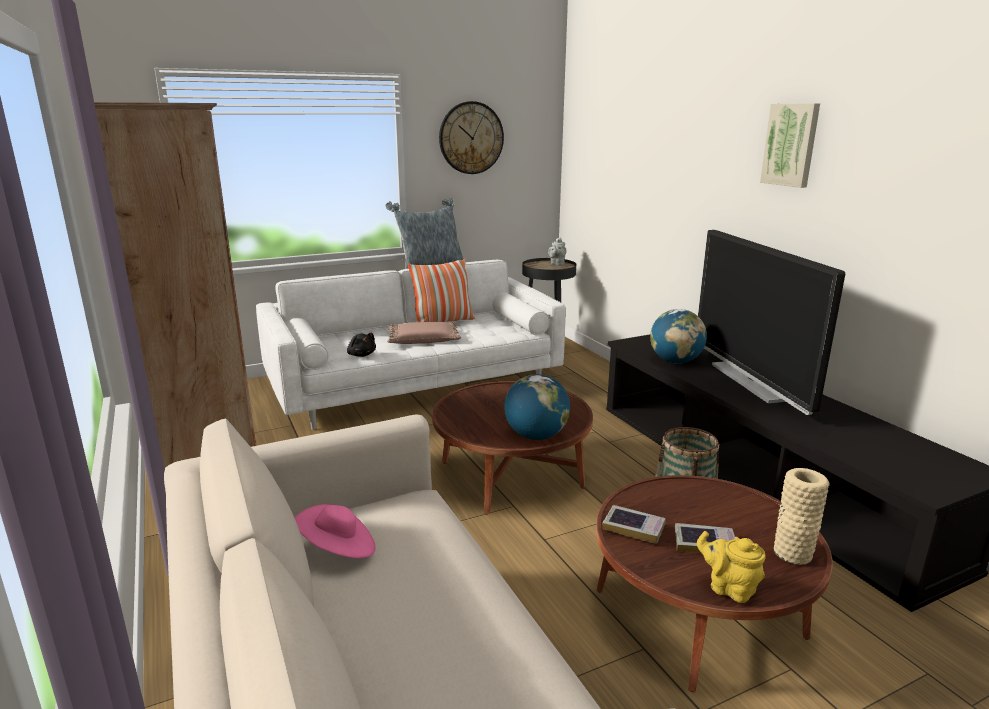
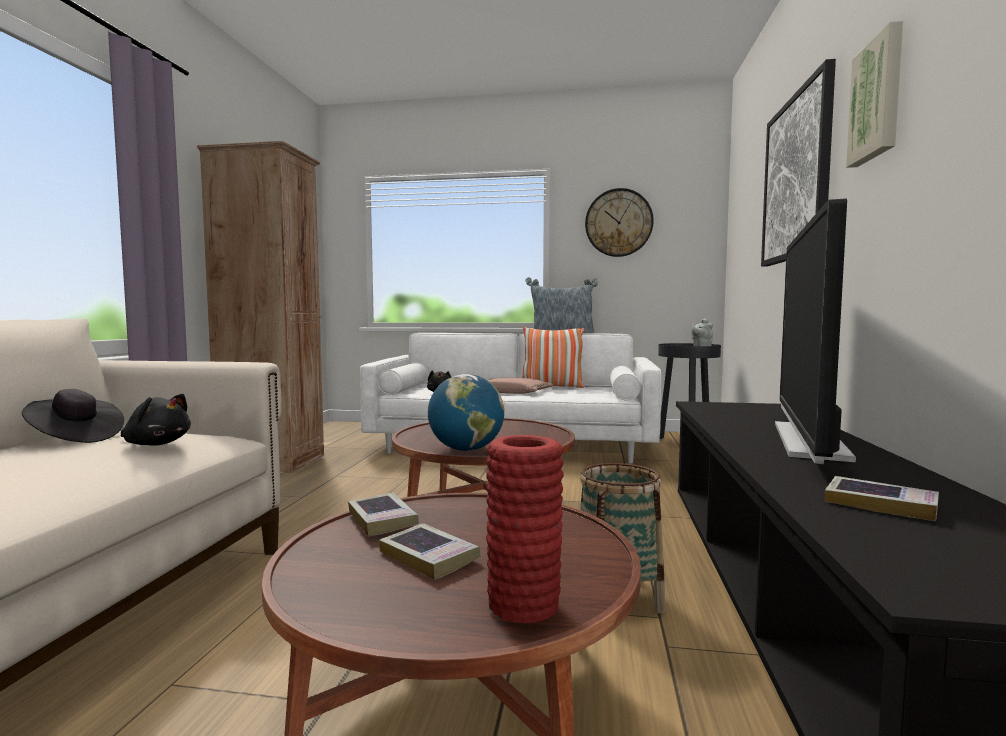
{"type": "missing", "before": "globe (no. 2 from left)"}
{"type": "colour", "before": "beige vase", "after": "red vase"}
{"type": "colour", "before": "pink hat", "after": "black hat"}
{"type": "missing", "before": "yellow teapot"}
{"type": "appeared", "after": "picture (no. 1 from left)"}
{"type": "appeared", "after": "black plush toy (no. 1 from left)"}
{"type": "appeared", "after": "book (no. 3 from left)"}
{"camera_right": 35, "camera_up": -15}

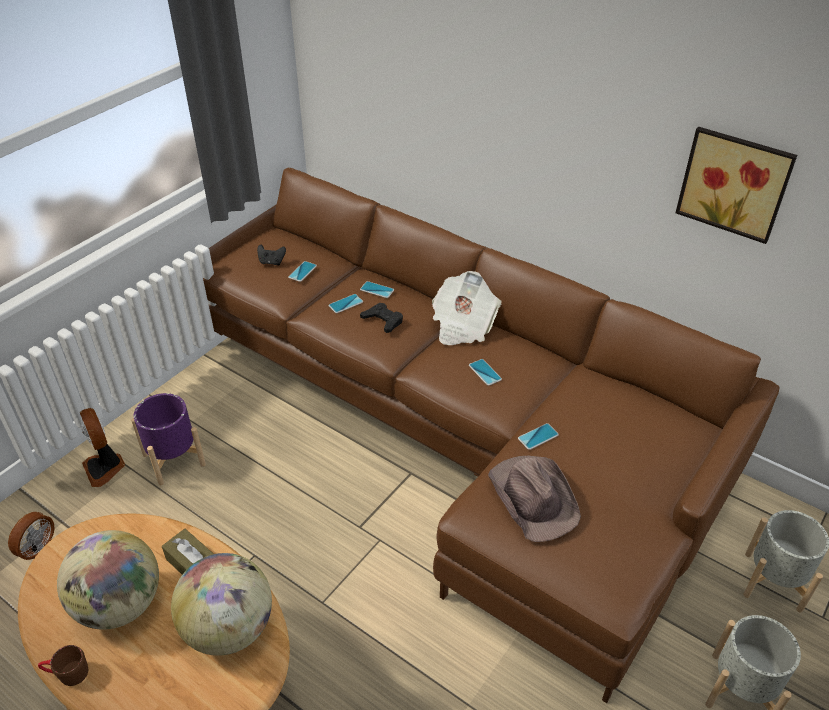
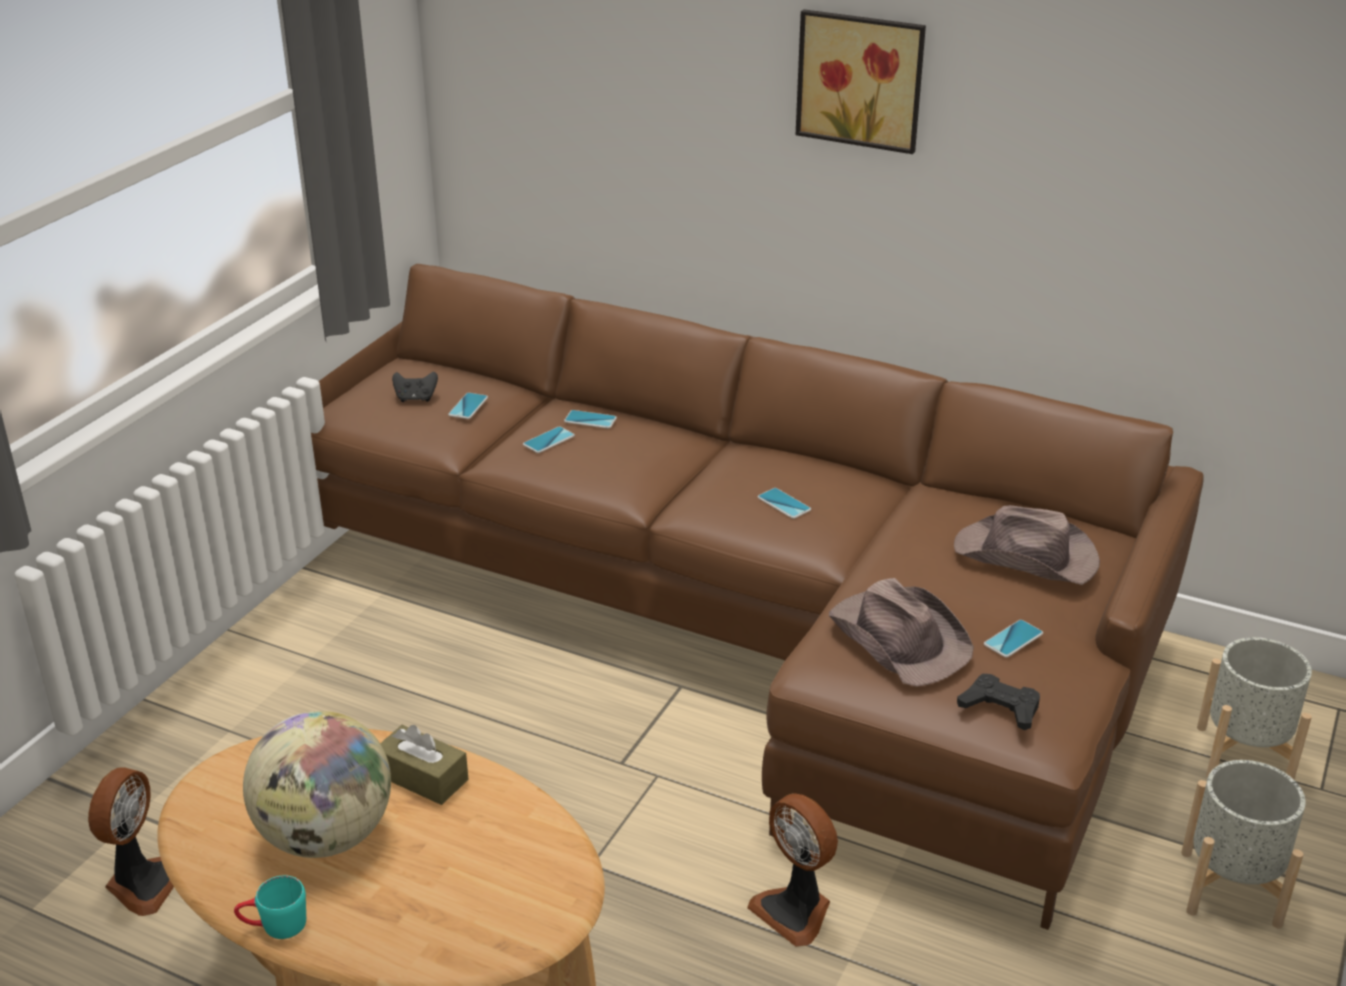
{"type": "relocated", "before": "picture"}
{"type": "missing", "before": "newspaper"}
{"type": "relocated", "before": "black game controller (no. 2 from left)"}
{"type": "missing", "before": "purple planter"}
{"type": "relocated", "before": "fan (no. 2 from left)"}
{"type": "relocated", "before": "phone (no. 5 from left)"}
{"type": "missing", "before": "globe (no. 2 from left)"}
{"type": "colour", "before": "brown mug", "after": "turquoise mug"}
{"type": "appeared", "after": "brown hat (no. 2 from left)"}
{"camera_right": -10, "camera_up": -10}

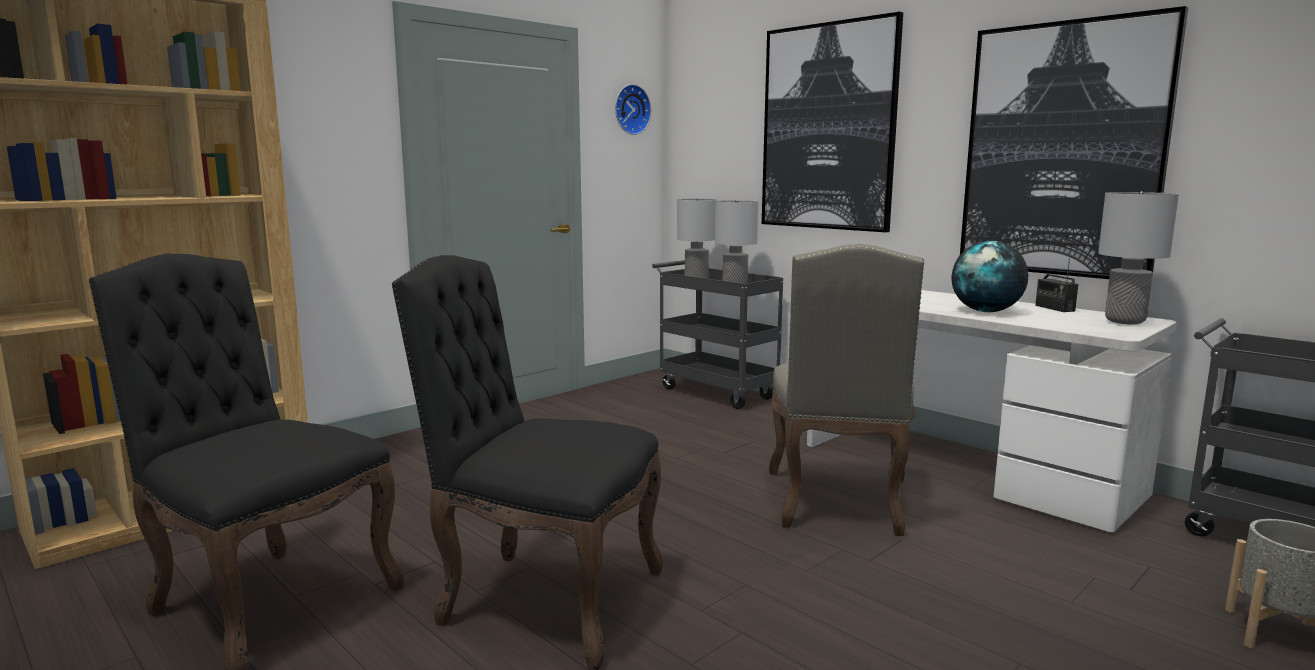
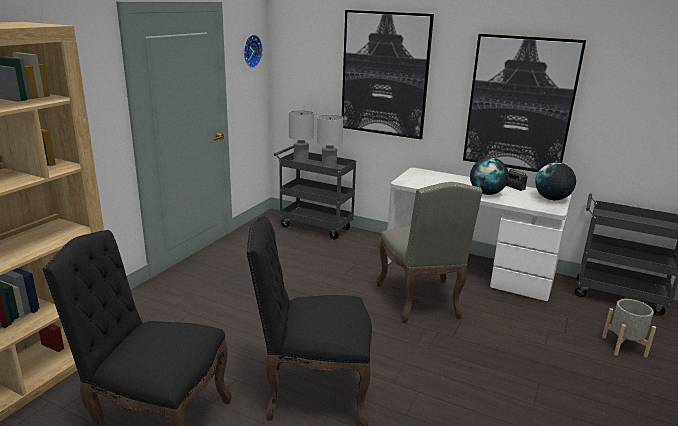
{"type": "exchanged", "before": "grey table lamp (no. 3 from left)", "after": "globe (no. 2 from left)"}
{"camera_right": -20, "camera_up": 10}

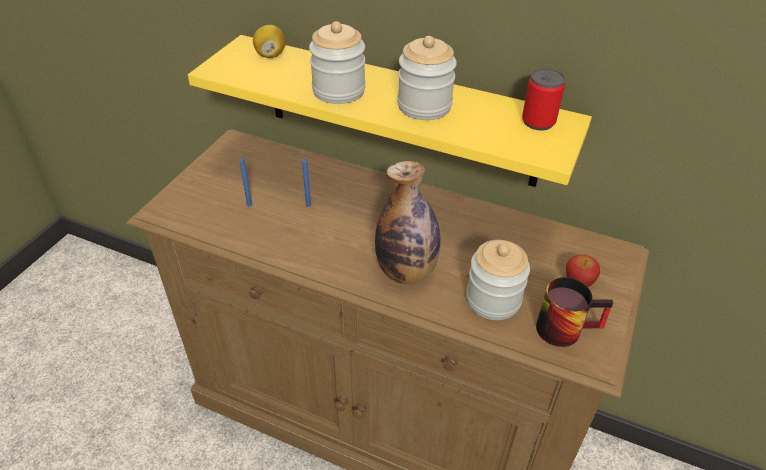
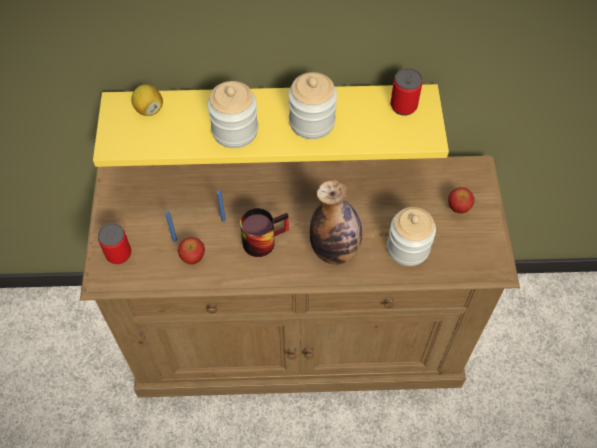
{"type": "relocated", "before": "mug"}
{"type": "appeared", "after": "can (no. 1 from left)"}
{"type": "appeared", "after": "apple (no. 1 from left)"}
{"camera_right": -25, "camera_up": 15}

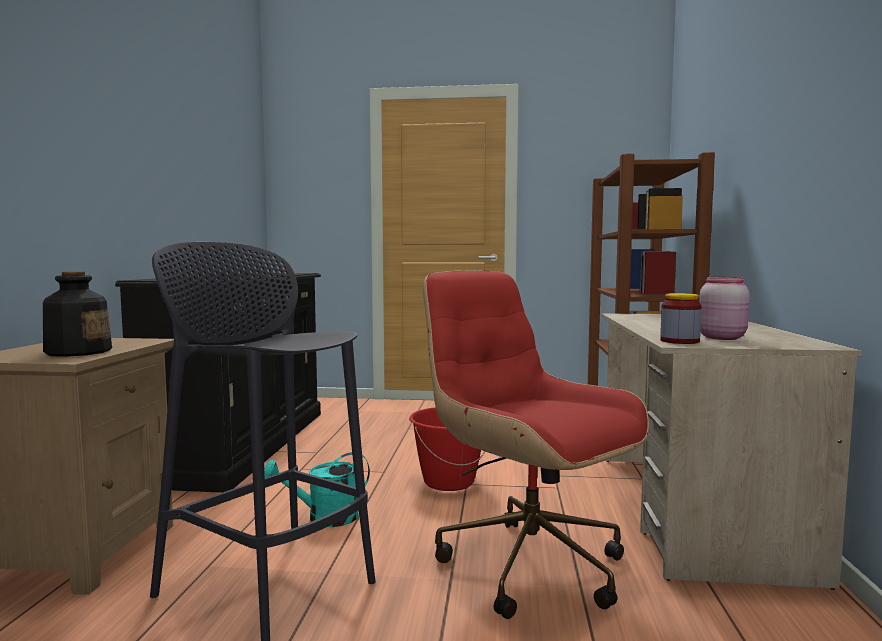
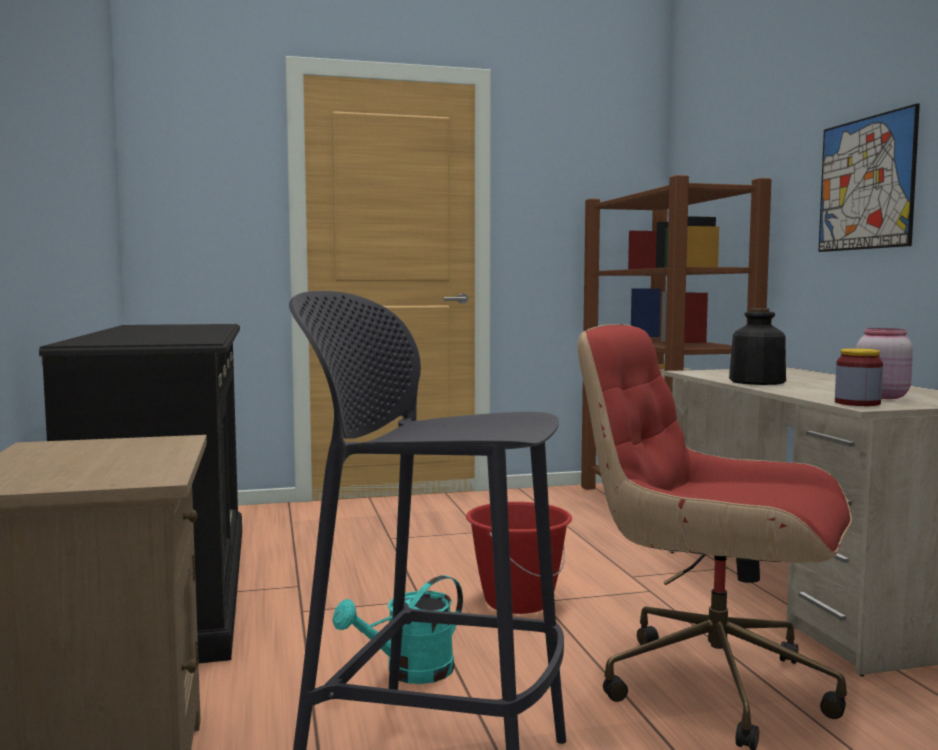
{"type": "relocated", "before": "bottle"}
{"type": "appeared", "after": "picture"}
{"camera_right": -20, "camera_up": 0}

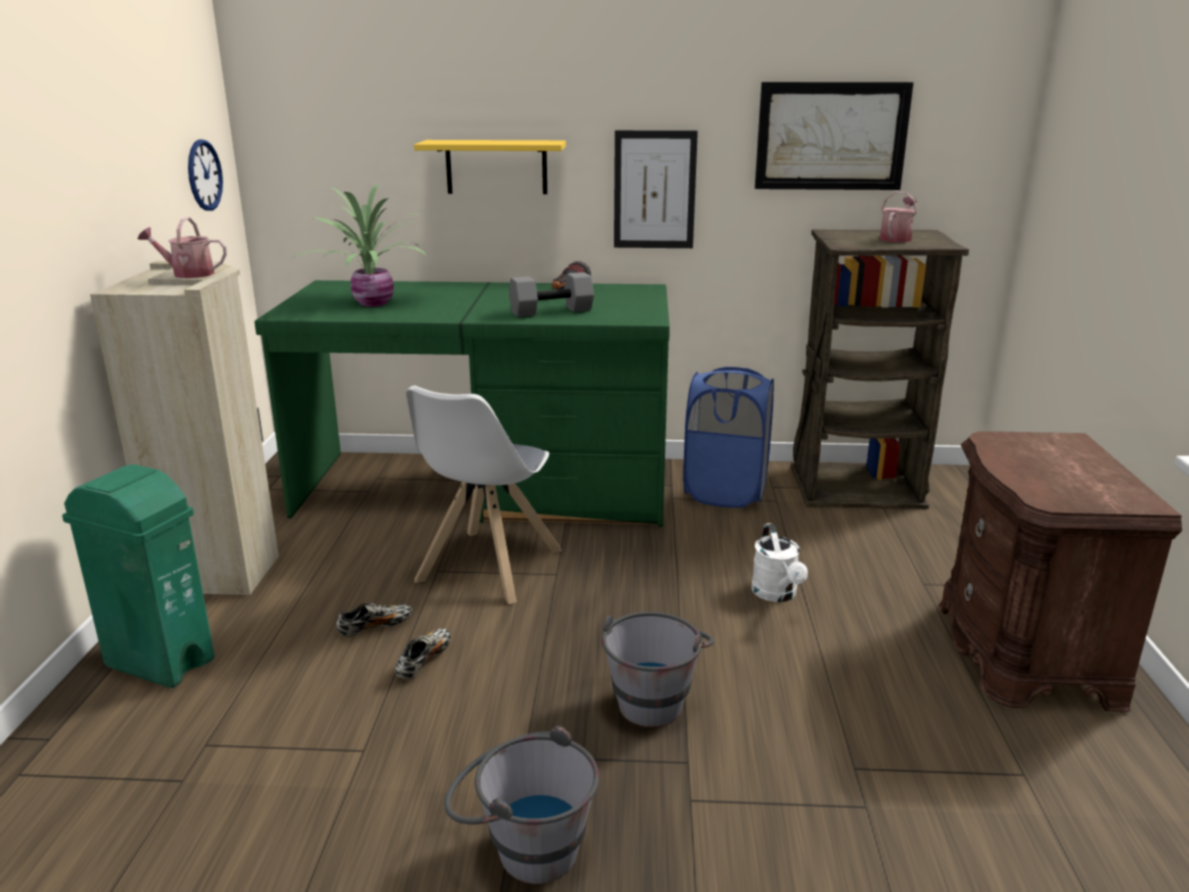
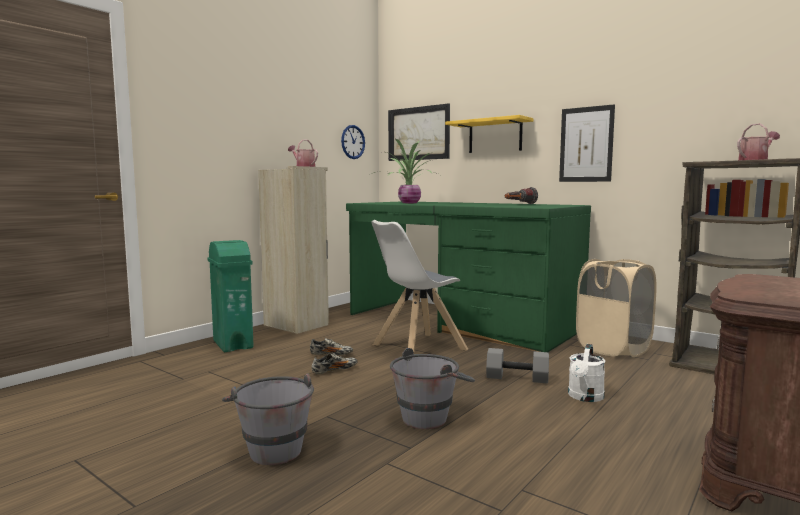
{"type": "relocated", "before": "picture (no. 2 from left in the first image)", "after": "picture (no. 1 from left)"}
{"type": "relocated", "before": "grey dumbbell"}
{"type": "colour", "before": "blue laundry basket", "after": "beige laundry basket"}
{"camera_right": 35, "camera_up": -15}

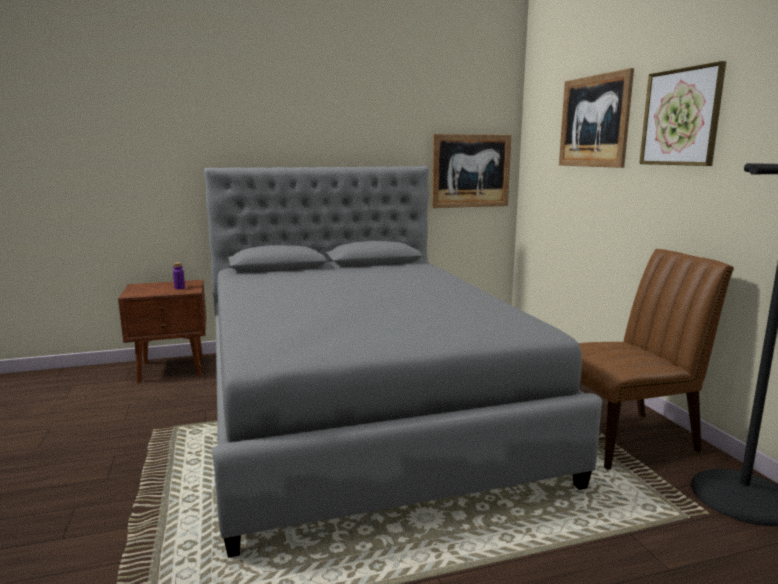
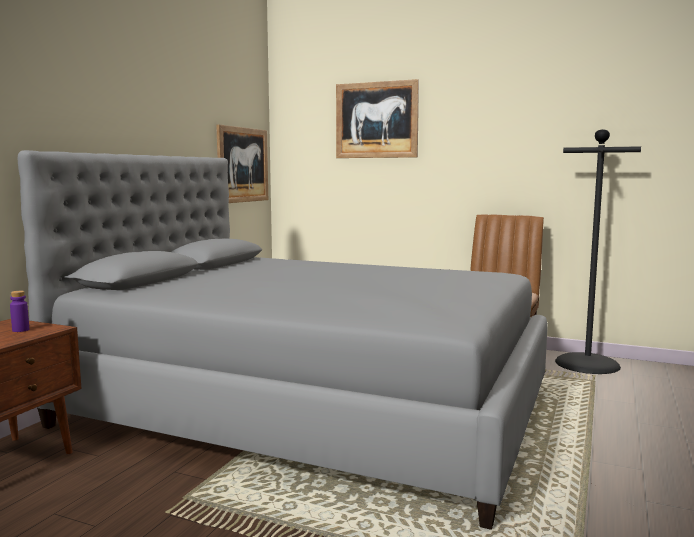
{"type": "missing", "before": "picture (no. 3 from left)"}
{"camera_right": -50, "camera_up": -5}

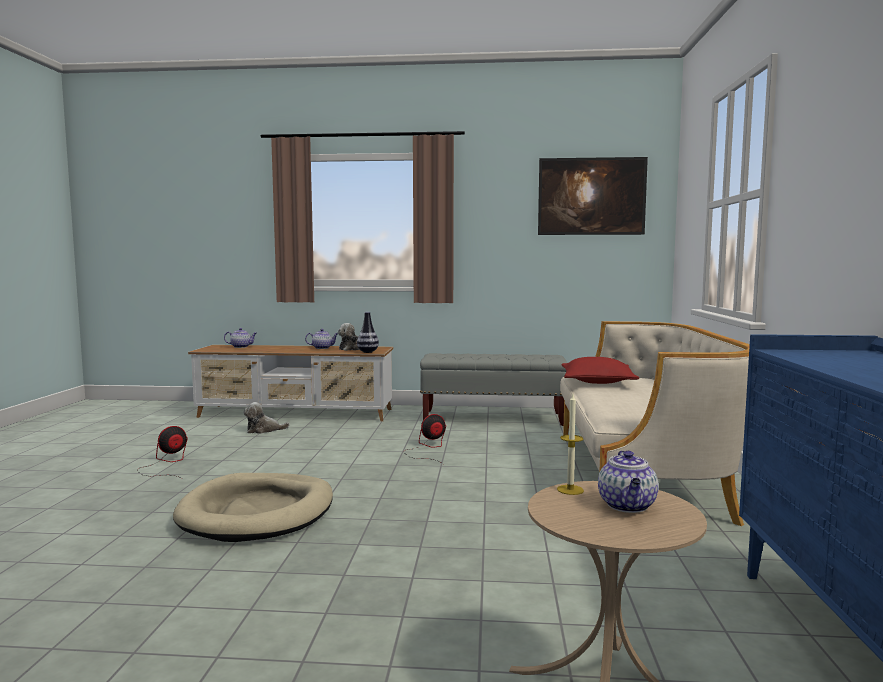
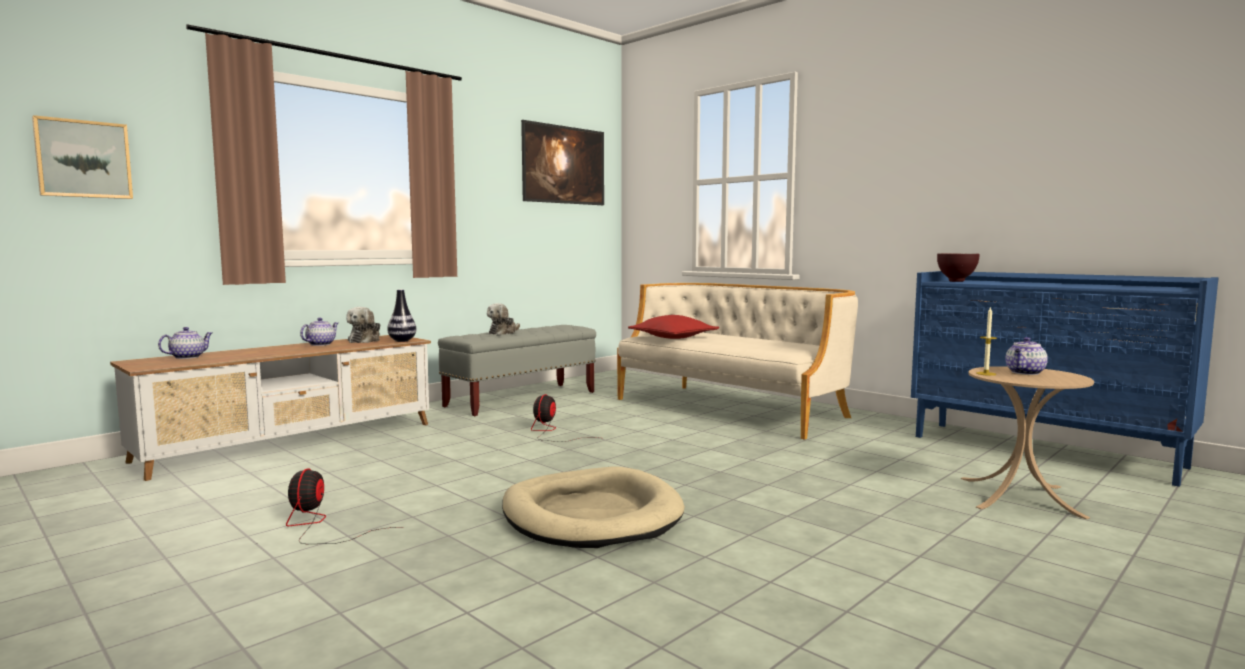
{"type": "relocated", "before": "plush toy (no. 1 from left in the first image)", "after": "plush toy (no. 2 from left)"}
{"type": "spun", "before": "teapot (no. 3 from left)", "turn": 90}
{"type": "appeared", "after": "picture (no. 1 from left)"}
{"type": "appeared", "after": "brown bowl"}
{"camera_right": -50, "camera_up": 0}

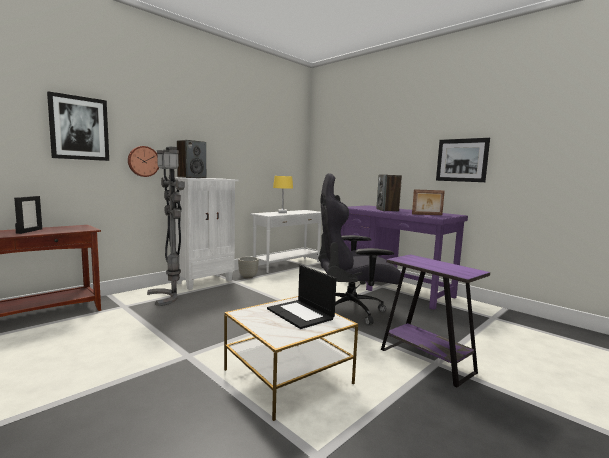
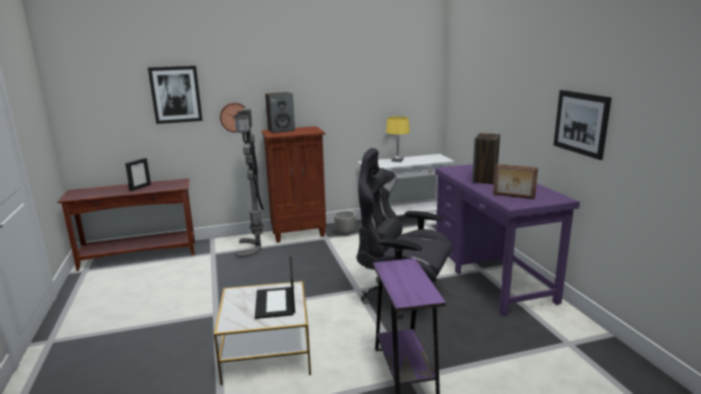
{"type": "colour", "before": "white cabinet", "after": "brown cabinet"}
{"camera_right": 30, "camera_up": 10}

